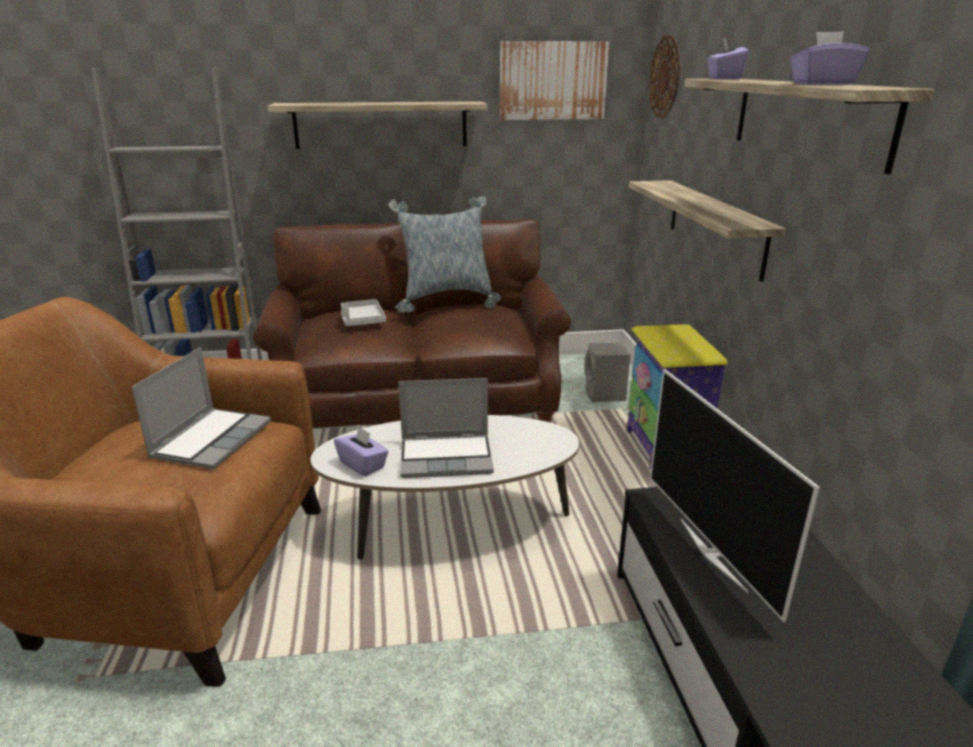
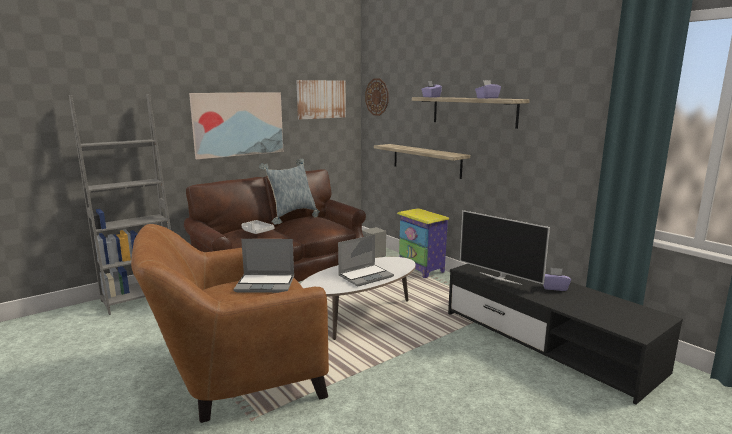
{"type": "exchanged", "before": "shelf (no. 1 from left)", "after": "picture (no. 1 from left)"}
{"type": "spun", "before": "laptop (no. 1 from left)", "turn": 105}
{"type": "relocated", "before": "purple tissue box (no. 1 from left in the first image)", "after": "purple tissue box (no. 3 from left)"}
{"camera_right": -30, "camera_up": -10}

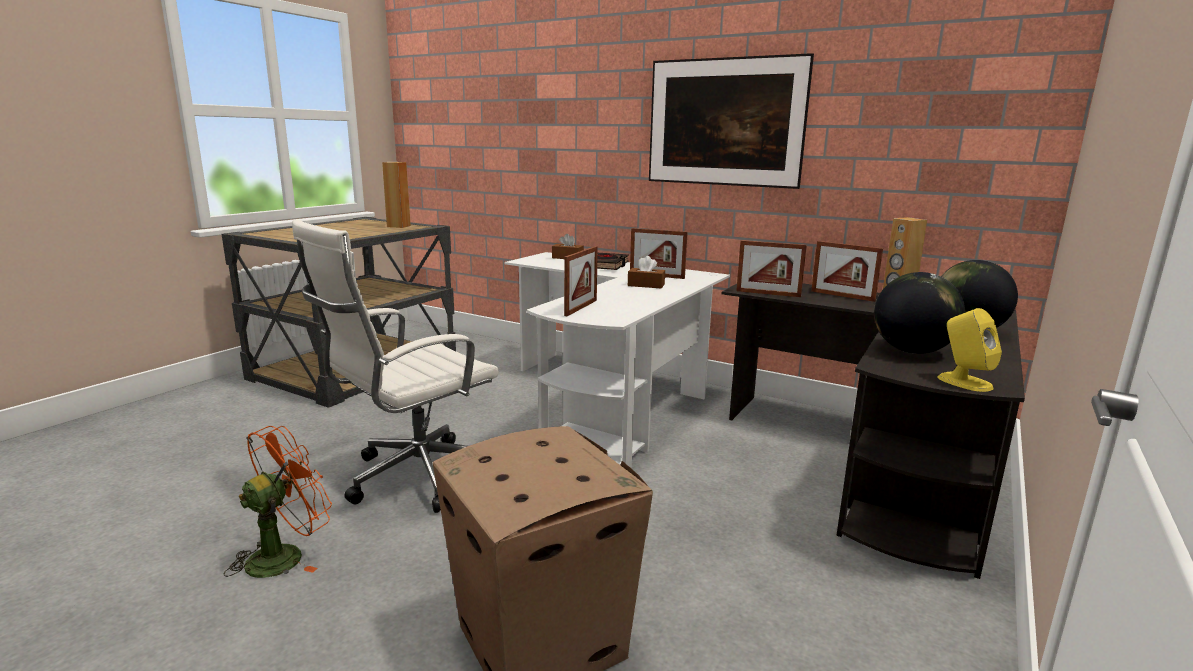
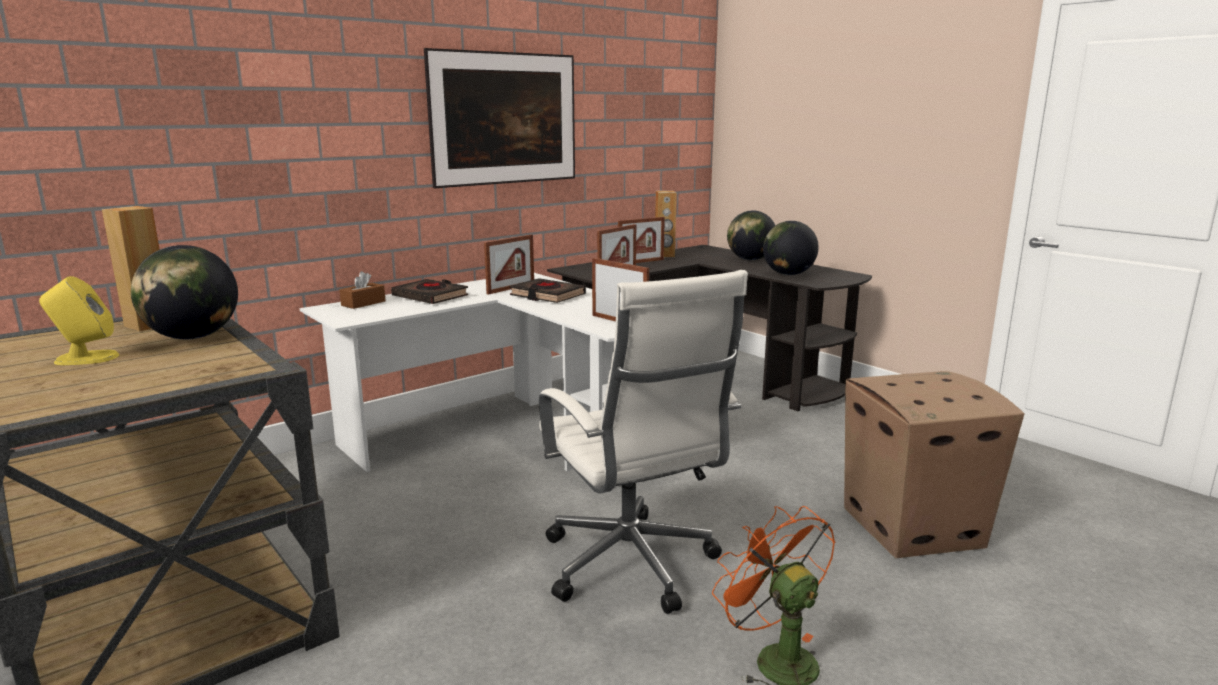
{"type": "exchanged", "before": "brown tissue box (no. 2 from left)", "after": "black book (no. 2 from left)"}
{"type": "relocated", "before": "yellow speaker"}
{"type": "appeared", "after": "globe (no. 1 from left)"}
{"camera_right": -70, "camera_up": 0}

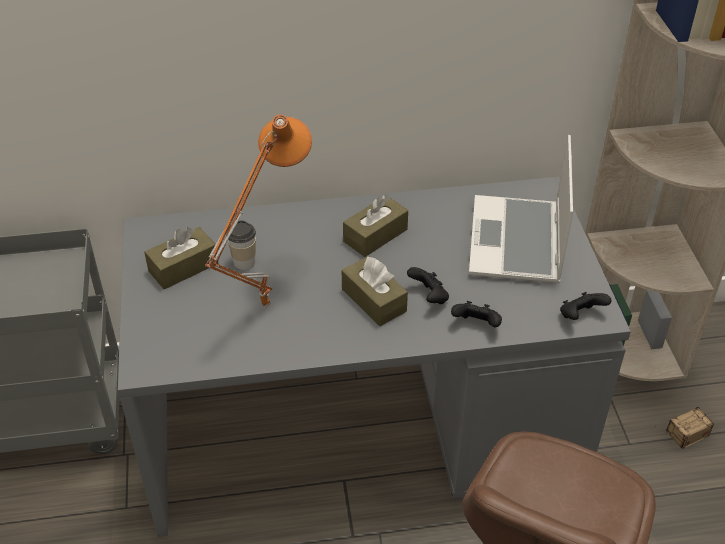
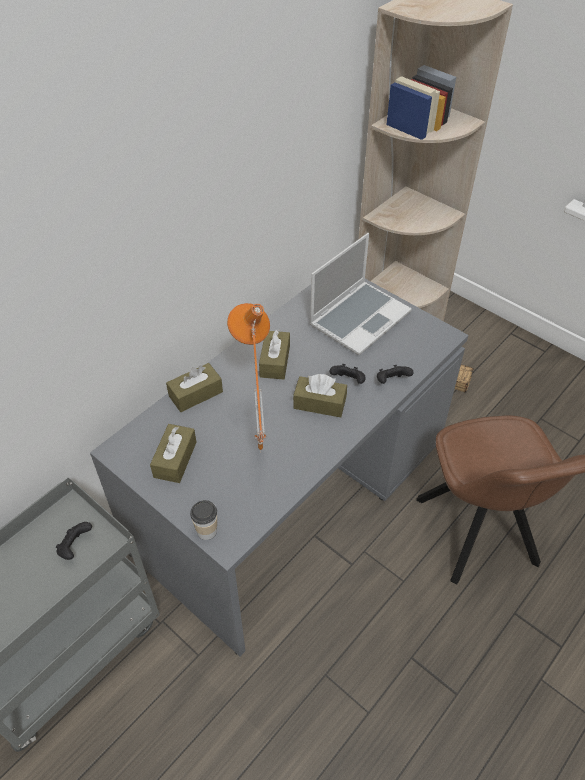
{"type": "spun", "before": "laptop", "turn": -105}
{"type": "relocated", "before": "cup"}
{"type": "relocated", "before": "black game controller (no. 3 from left in the first image)", "after": "black game controller (no. 1 from left)"}
{"type": "appeared", "after": "brown tissue box (no. 2 from left)"}
{"camera_right": -40, "camera_up": 5}

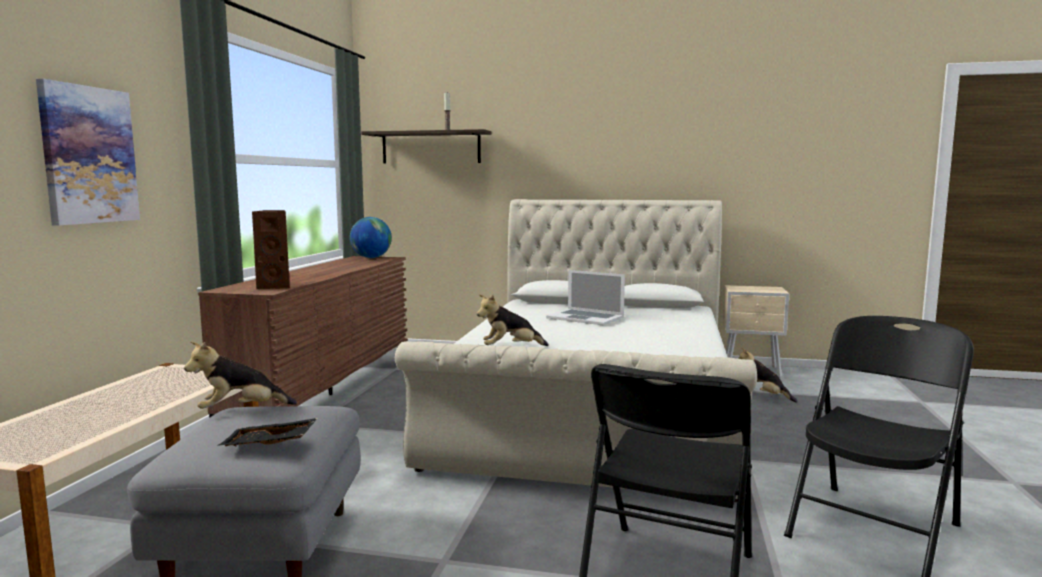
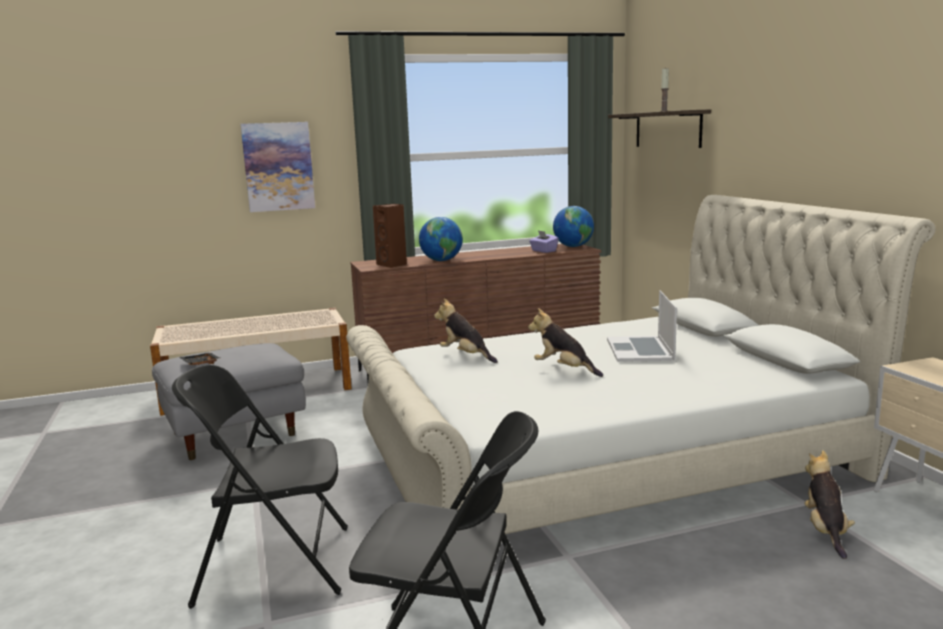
{"type": "relocated", "before": "plush toy (no. 1 from left in the first image)", "after": "plush toy (no. 2 from left)"}
{"type": "appeared", "after": "globe (no. 1 from left)"}
{"type": "appeared", "after": "purple tissue box"}
{"camera_right": 60, "camera_up": 5}

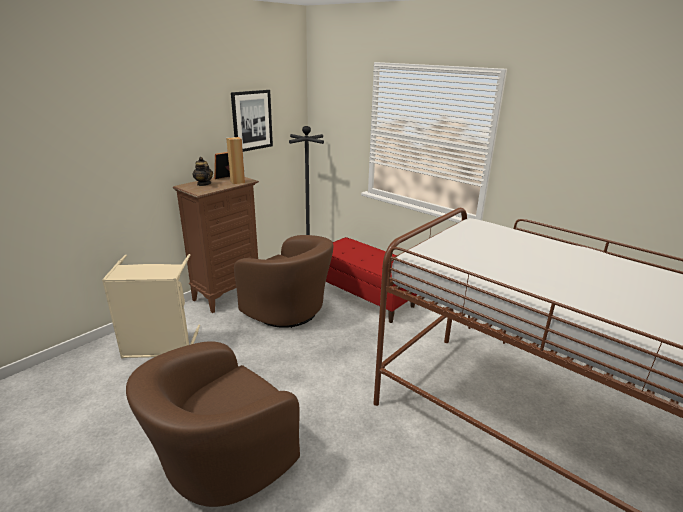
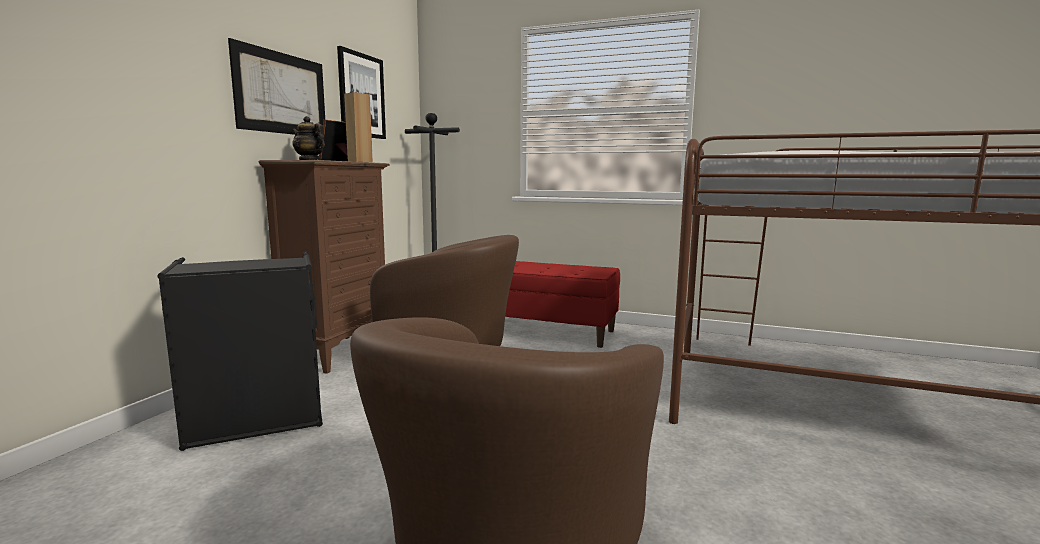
{"type": "colour", "before": "beige laundry basket", "after": "black laundry basket"}
{"type": "appeared", "after": "picture (no. 1 from left)"}
{"camera_right": -20, "camera_up": -15}

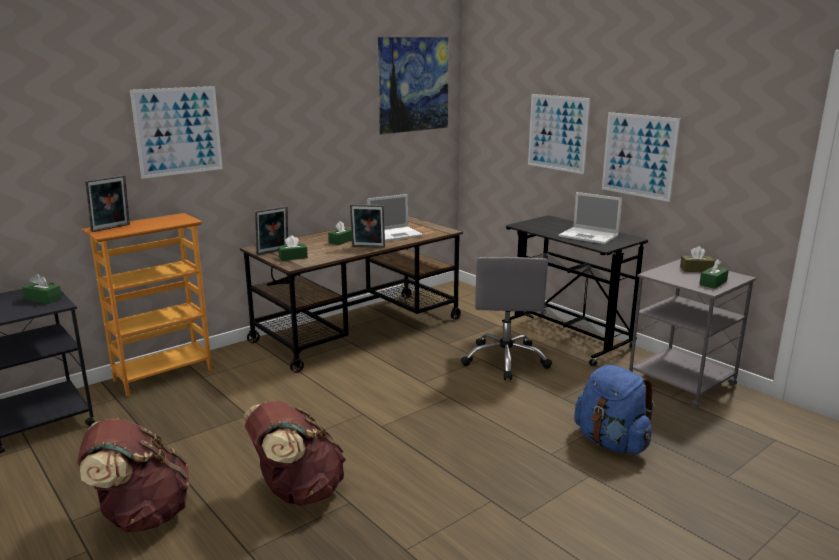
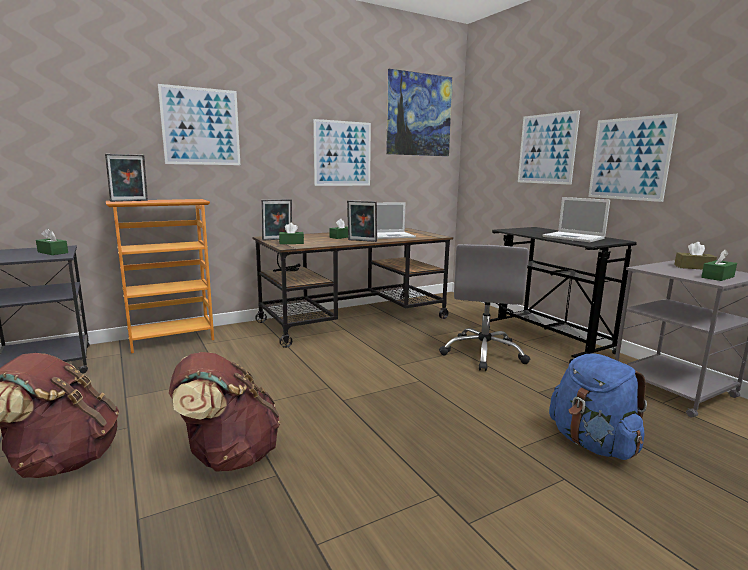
{"type": "appeared", "after": "picture (no. 2 from left)"}
{"camera_right": 10, "camera_up": -5}

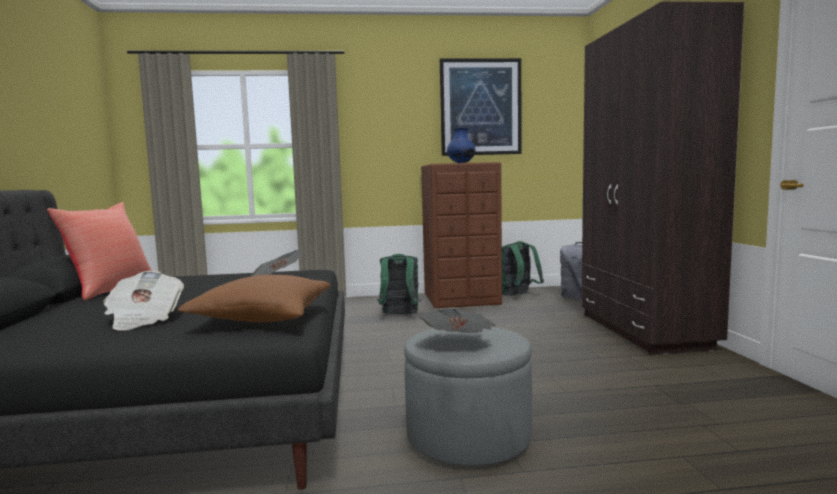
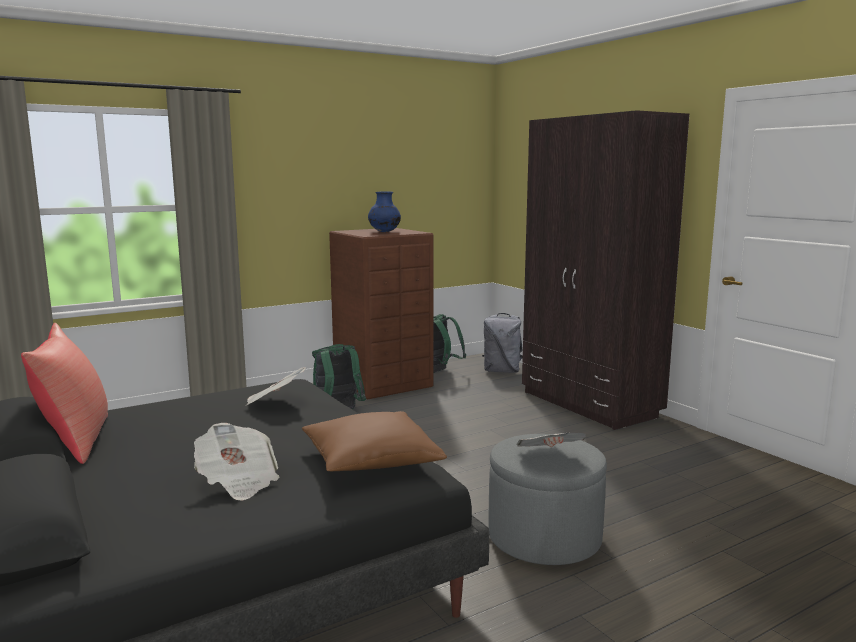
{"type": "missing", "before": "picture"}
{"camera_right": -25, "camera_up": 5}

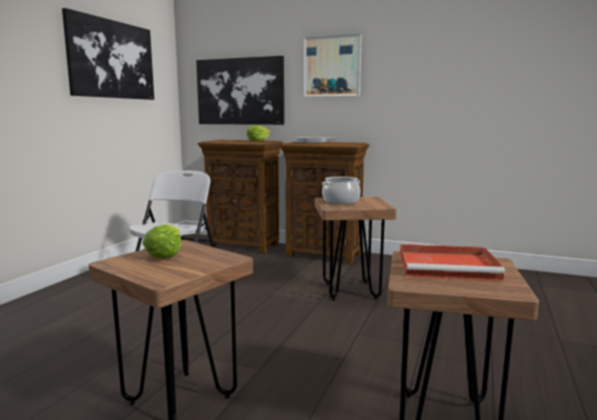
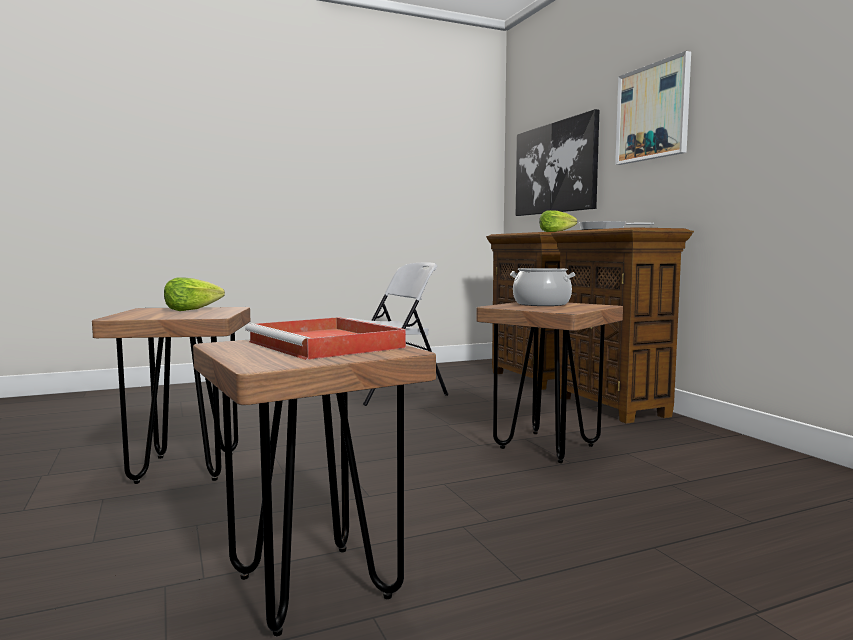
{"type": "missing", "before": "picture (no. 1 from left)"}
{"camera_right": 45, "camera_up": -5}

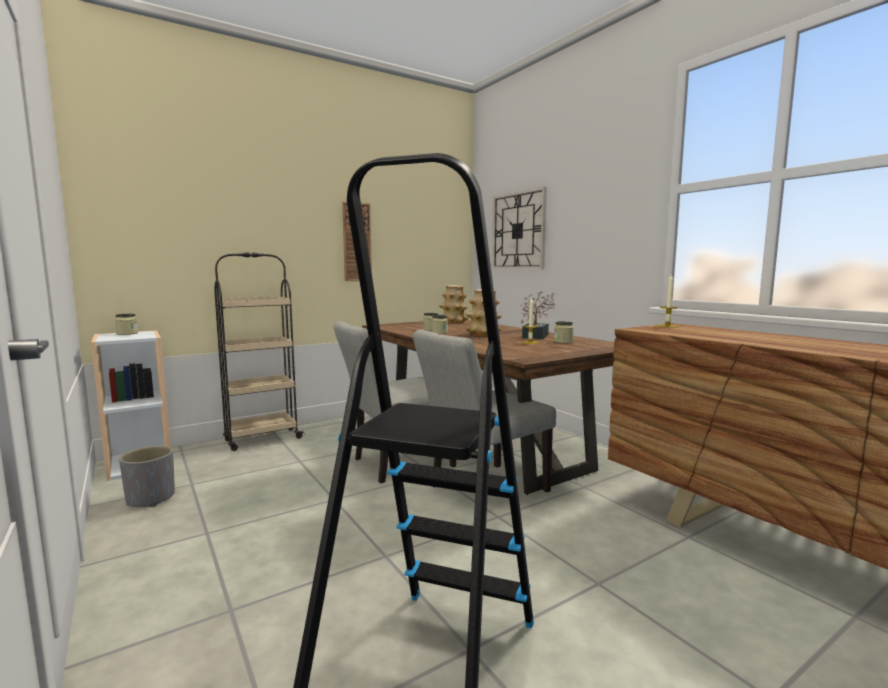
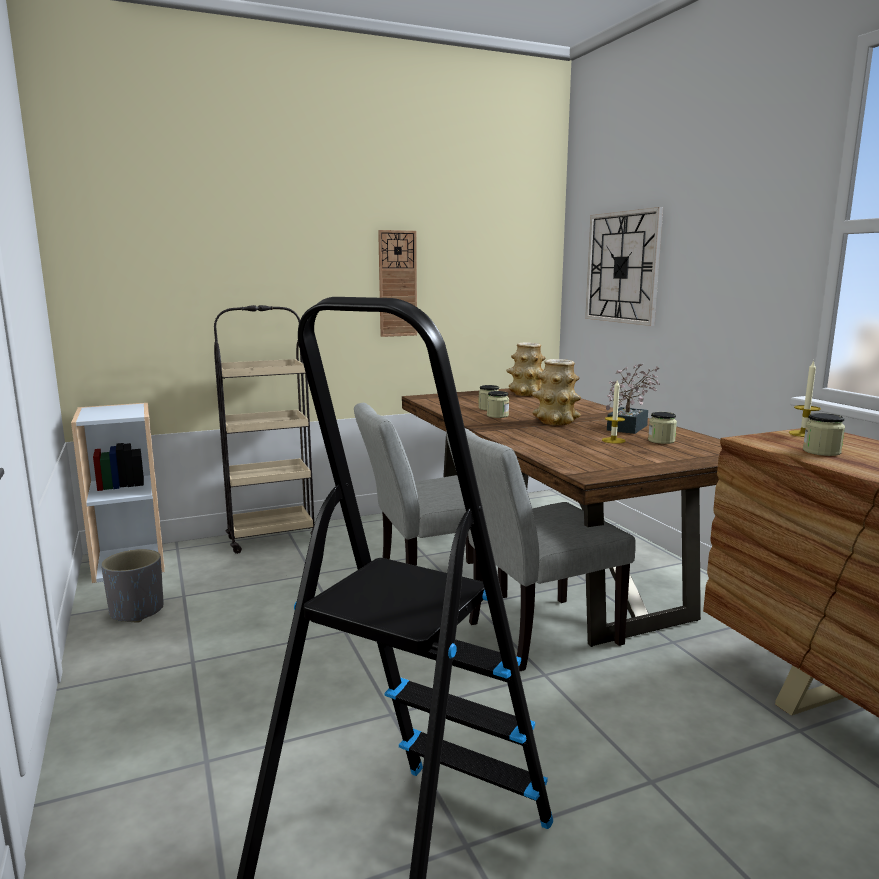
{"type": "relocated", "before": "jar (no. 1 from left in the first image)", "after": "jar (no. 4 from left)"}
{"camera_right": 10, "camera_up": 5}

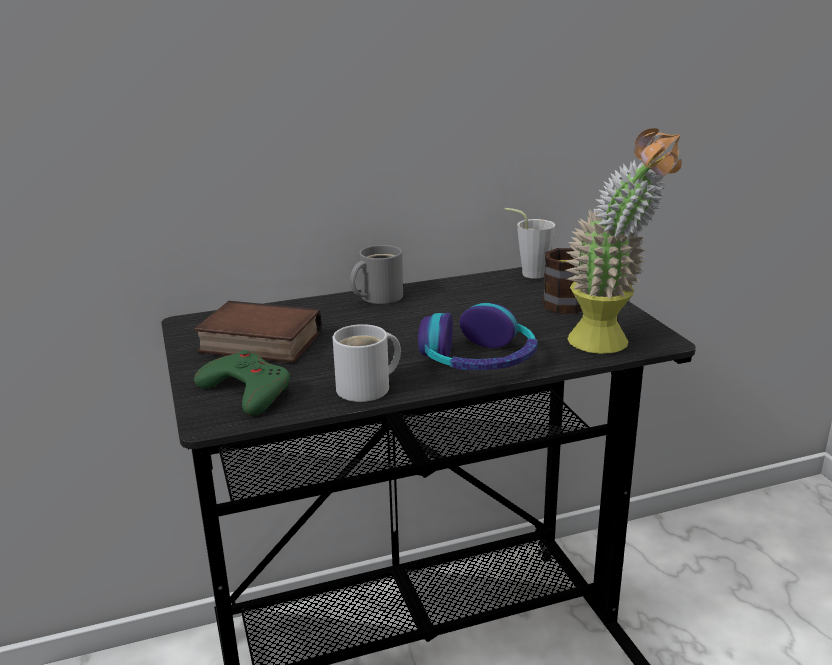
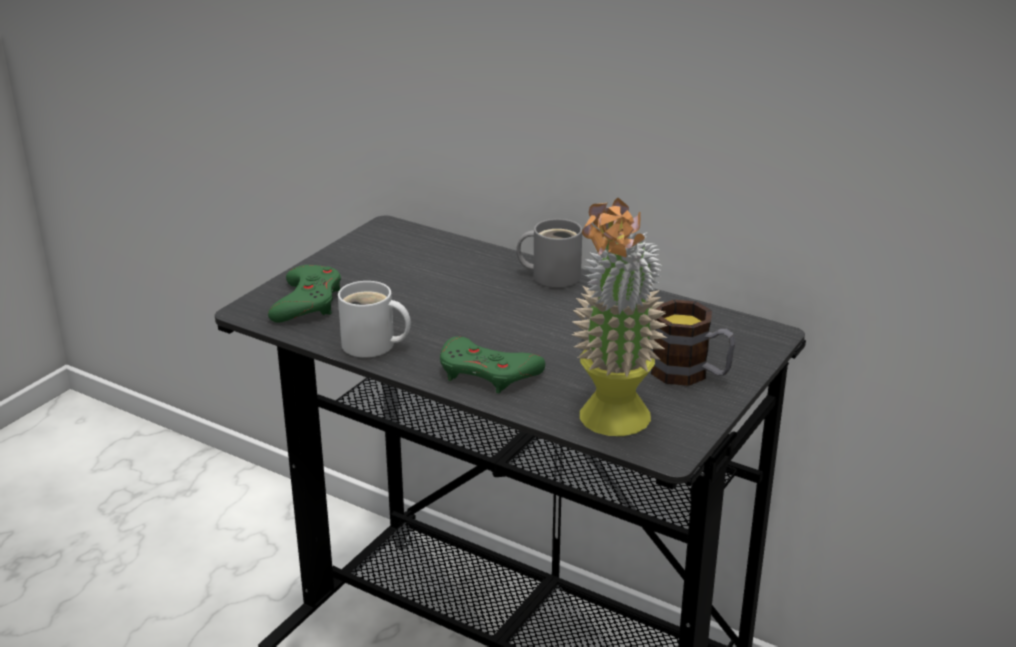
{"type": "missing", "before": "grey cup"}
{"type": "missing", "before": "book"}
{"type": "exchanged", "before": "headphones", "after": "green game controller (no. 2 from left)"}
{"camera_right": 50, "camera_up": 5}

